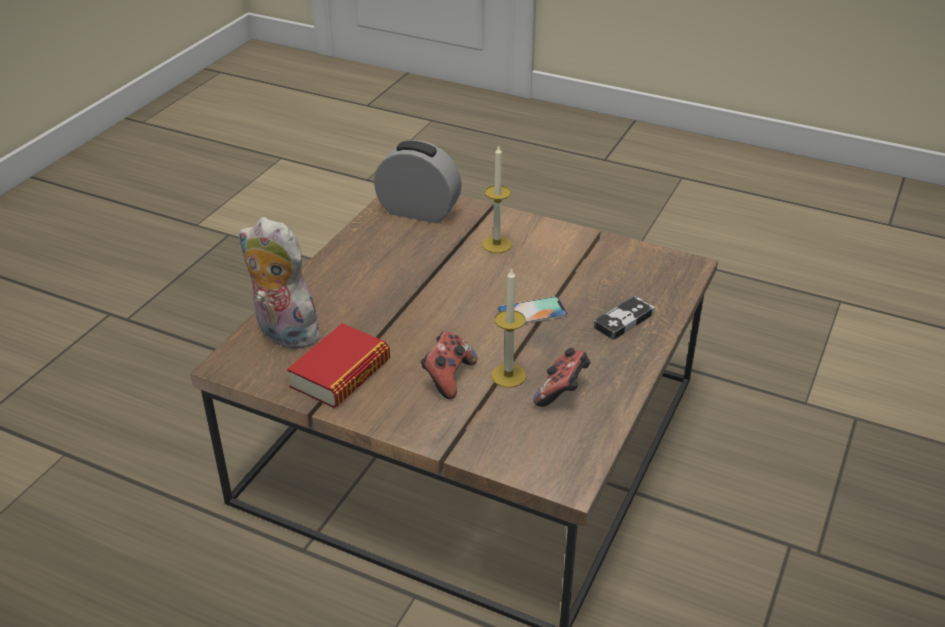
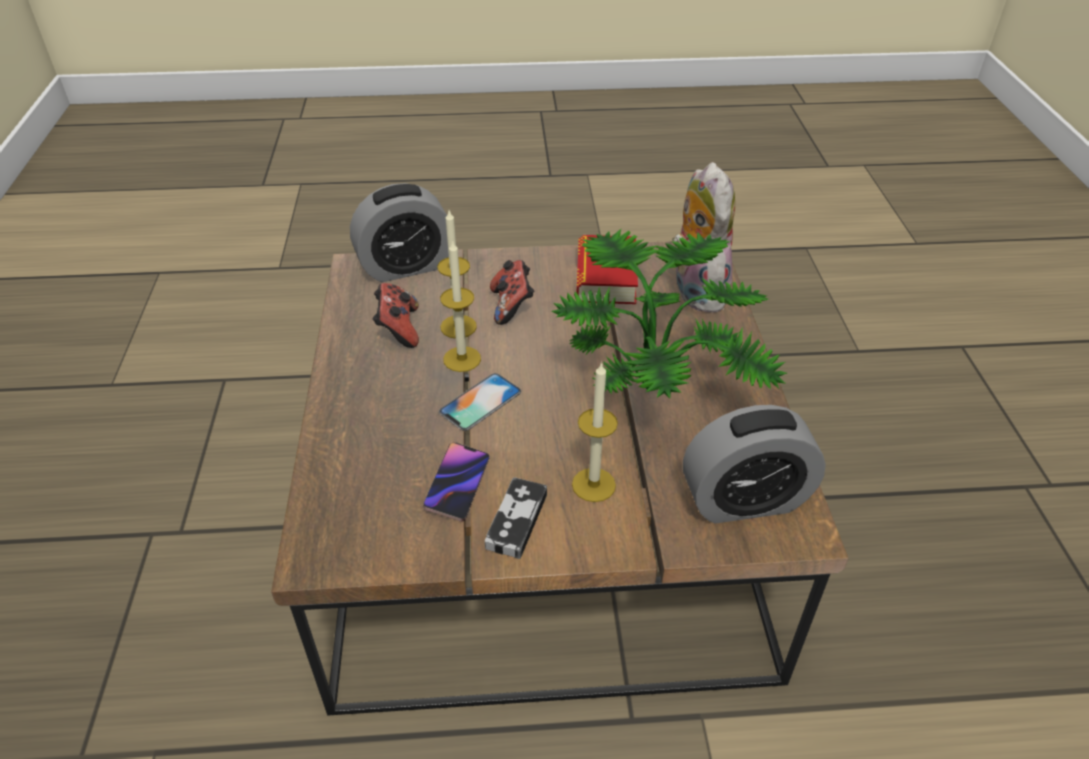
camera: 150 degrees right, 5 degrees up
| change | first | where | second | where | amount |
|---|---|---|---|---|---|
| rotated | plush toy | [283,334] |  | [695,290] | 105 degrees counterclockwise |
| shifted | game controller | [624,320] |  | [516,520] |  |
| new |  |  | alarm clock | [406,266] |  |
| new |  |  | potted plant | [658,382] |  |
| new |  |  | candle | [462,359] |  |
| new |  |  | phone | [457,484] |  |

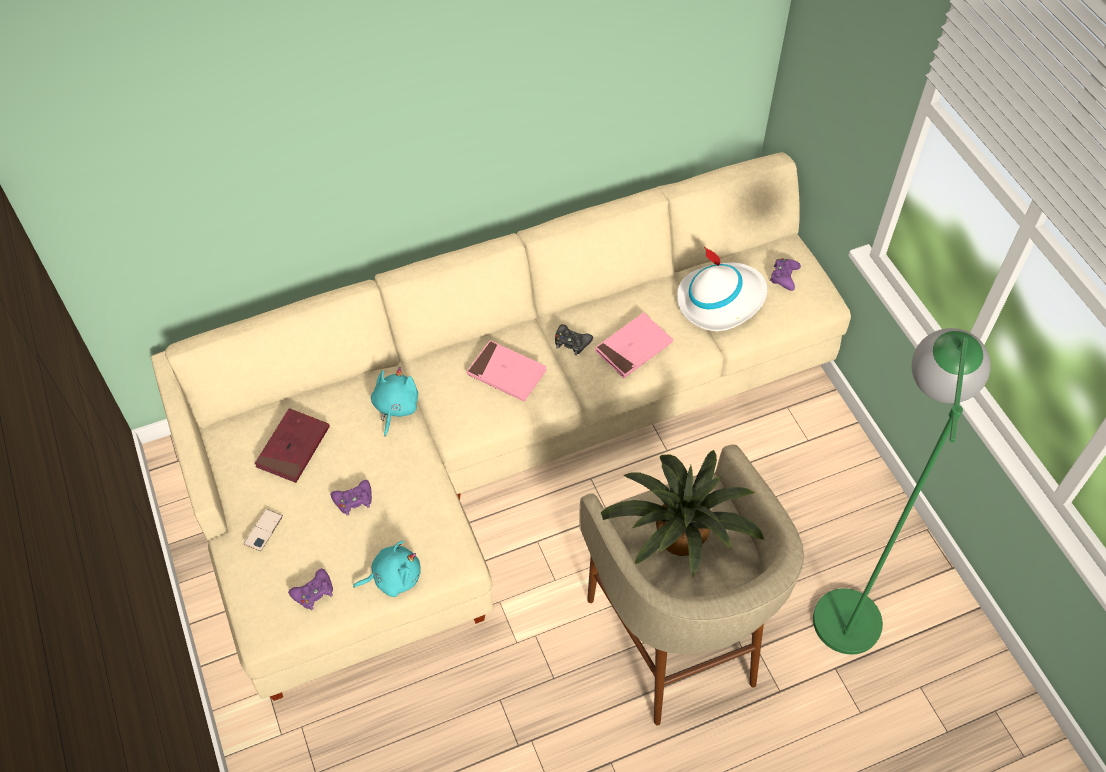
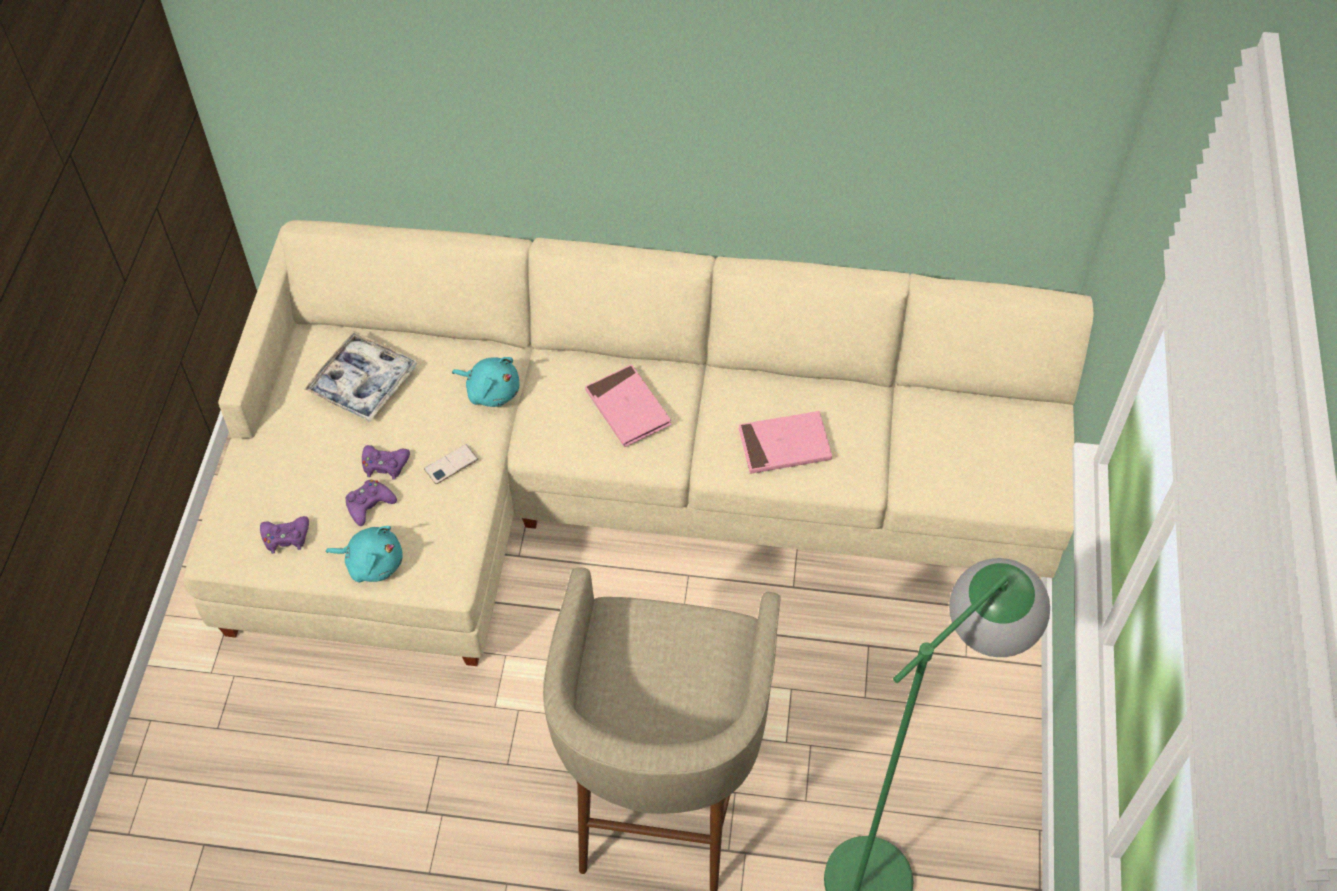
camera: 30 degrees right, 0 degrees up
| change | first | where | second | where | amount |
|---|---|---|---|---|---|
| gone | white hat | [720,300] |  |  |  |
| shifted | purple game controller | [784,277] |  | [369,505] |  |
| gone | black game controller | [571,342] |  |  |  |
| rotated | turquoise plush toy | [395,408] |  | [491,391] | 75 degrees clockwise |
| swapped | red book | [293,447] | tray | [363,383] |  |
| gone | potted plant | [677,539] |  |  |  |
| shifted | phone | [263,530] |  | [451,464] |  |

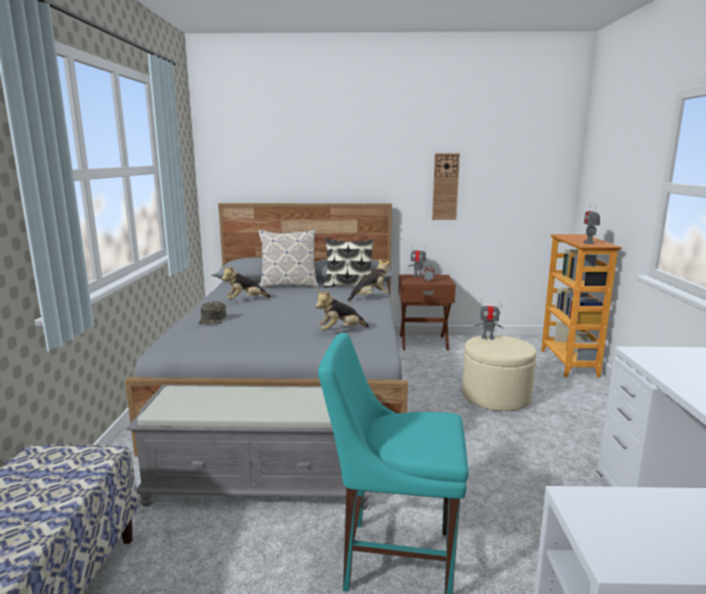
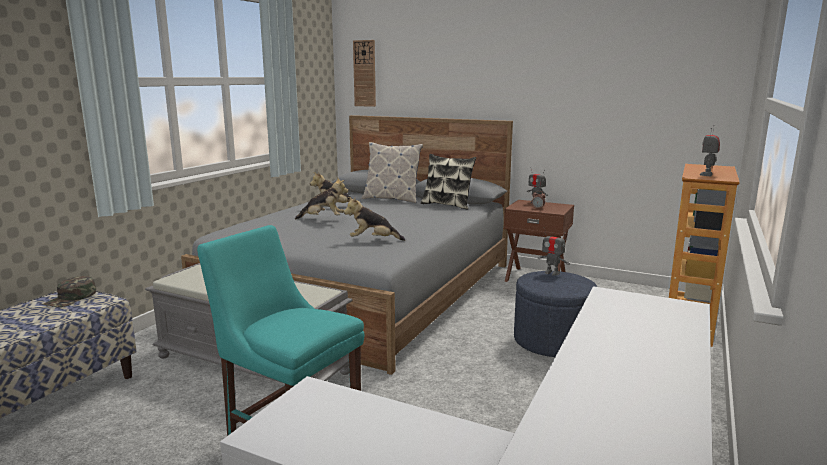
camera: 25 degrees right, 0 degrees up
| change | first | where | second | where | amount |
|---|---|---|---|---|---|
| shifted | wall clock | [445,187] |  | [364,73] |  |
| shifted | plush toy | [370,297] |  | [323,219] |  |
| shifted | green cap | [213,319] |  | [71,298] |  |
| repainted | beige ottoman | [496,397] | blue ottoman | [552,341] |  |

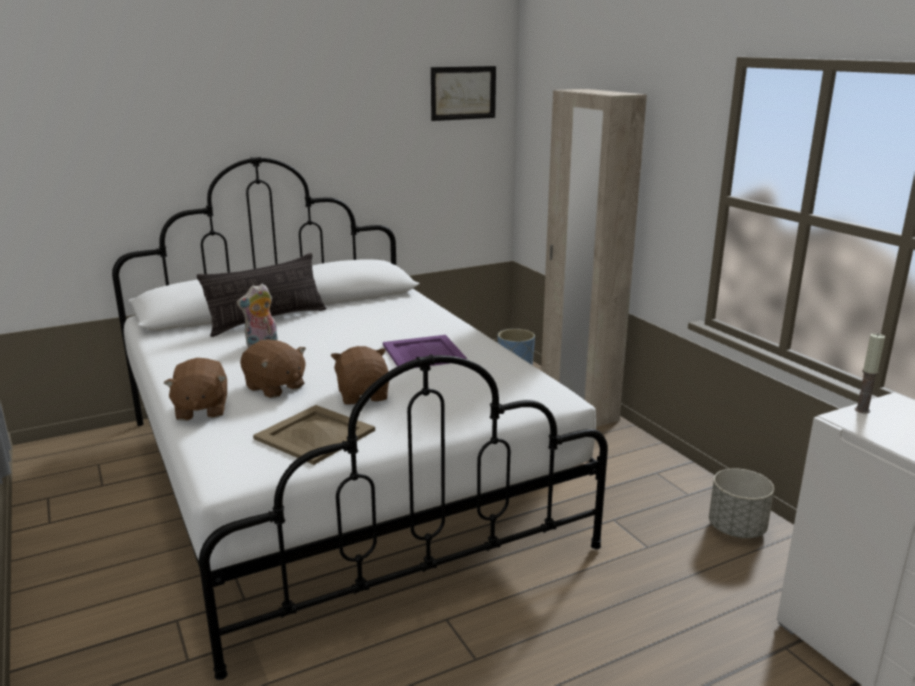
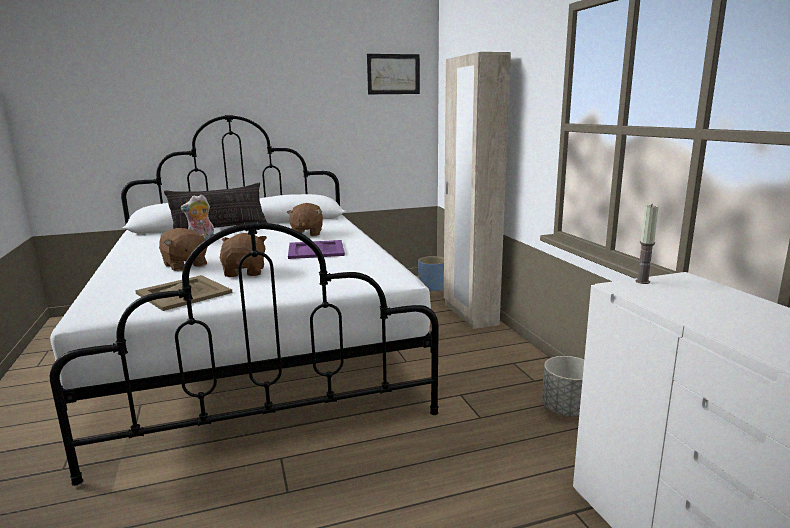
camera: 10 degrees right, 5 degrees down
| change | first | where | second | where | amount |
|---|---|---|---|---|---|
| shifted | brown plush toy | [201,410] |  | [306,233] |  |

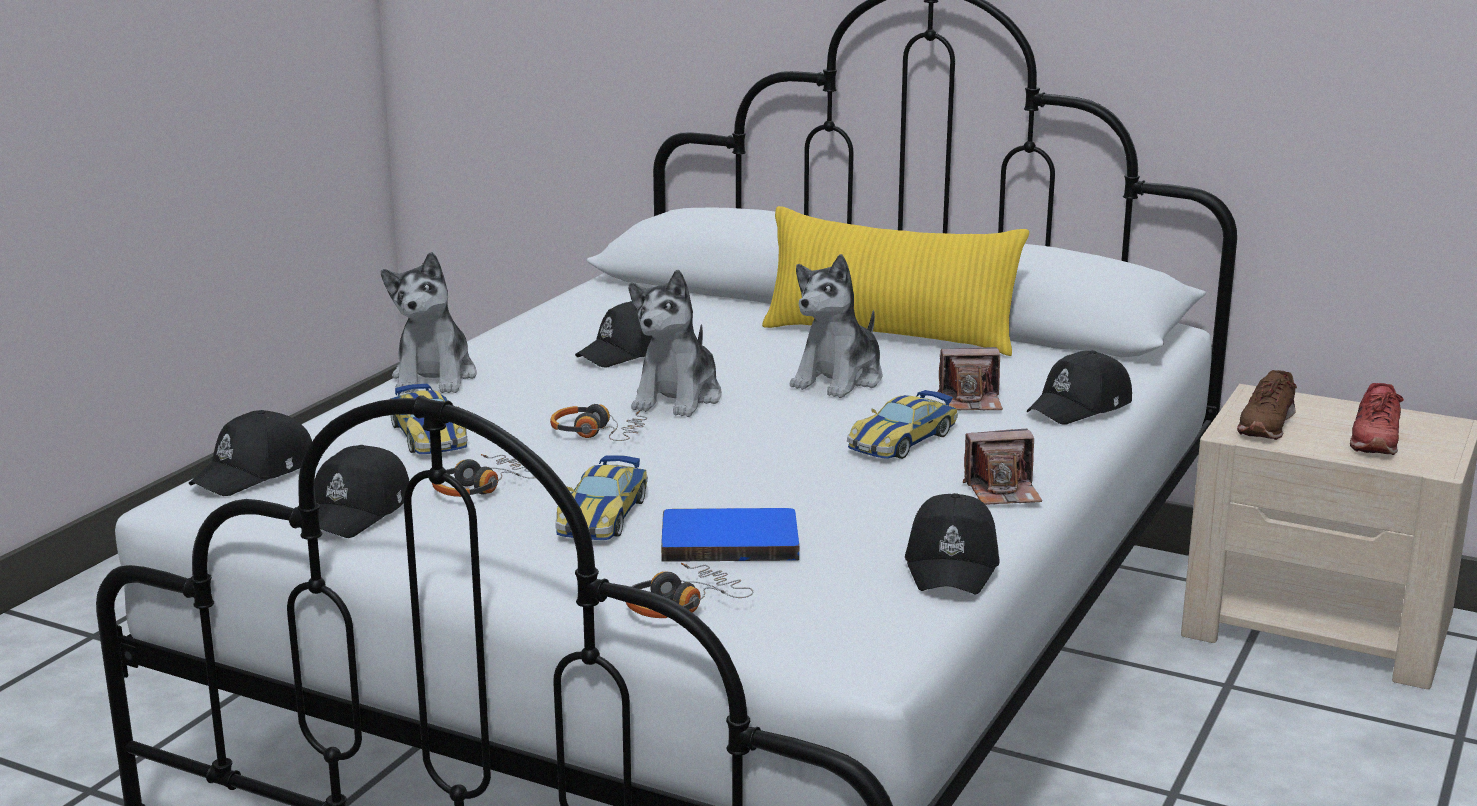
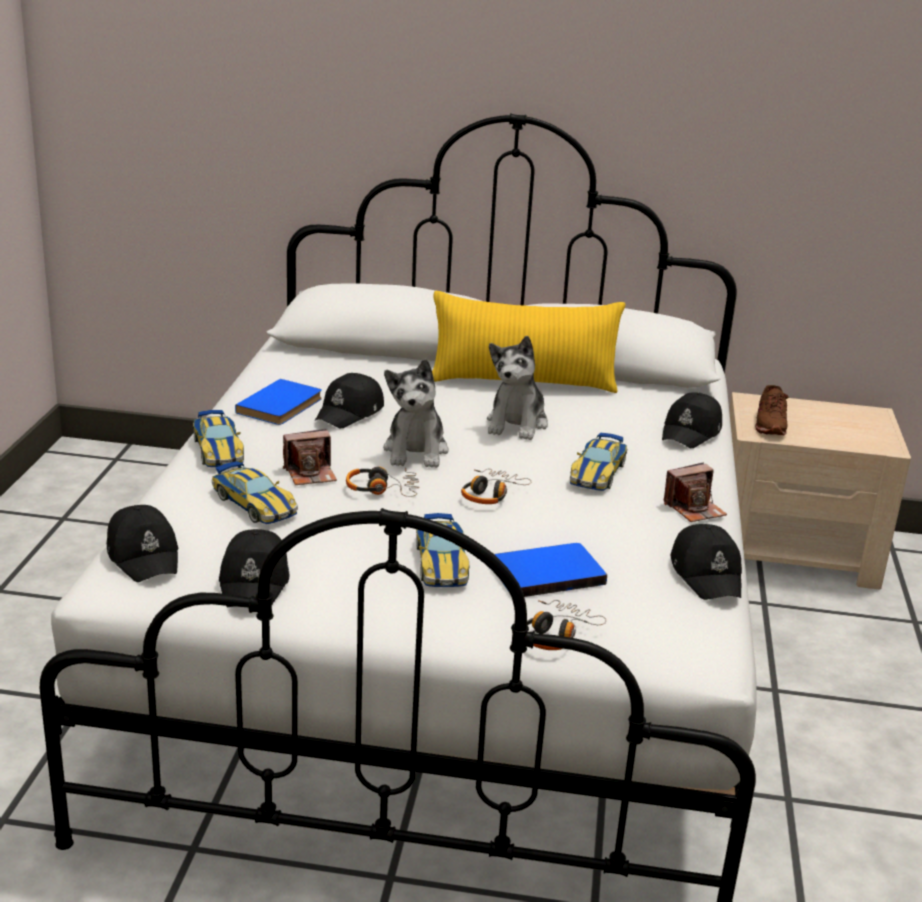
camera: 20 degrees left, 5 degrees up
| change | first | where | second | where | amount |
|---|---|---|---|---|---|
| swapped | plush toy | [434,377] | toy car | [218,449] |  |
| shifted | photo camera | [971,401] |  | [310,474] |  |
| gone | red shoe | [1374,439] |  |  |  |
| rotated | black cap | [256,472] |  | [144,555] | 45 degrees counterclockwise |
| shifted | headphones | [483,487] |  | [490,494] |  |
| new |  |  | blue book | [282,406] |  |

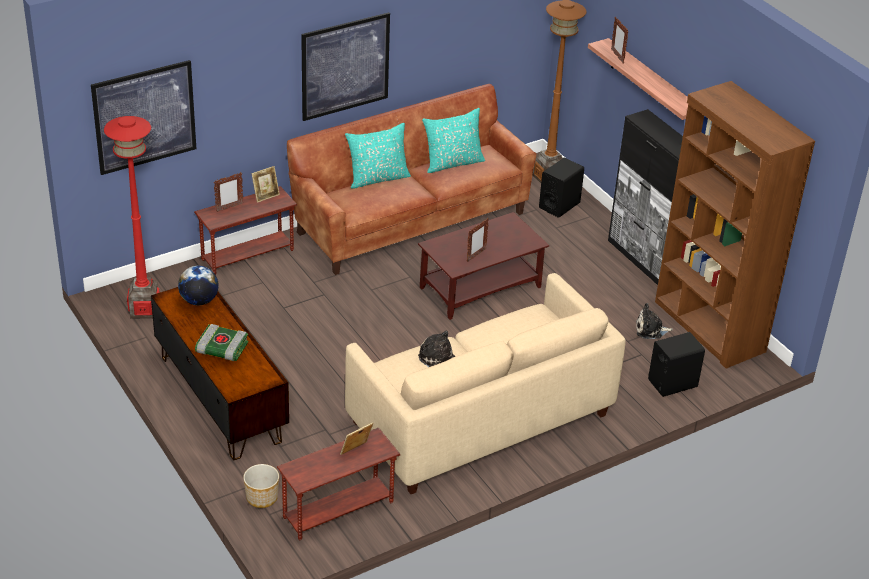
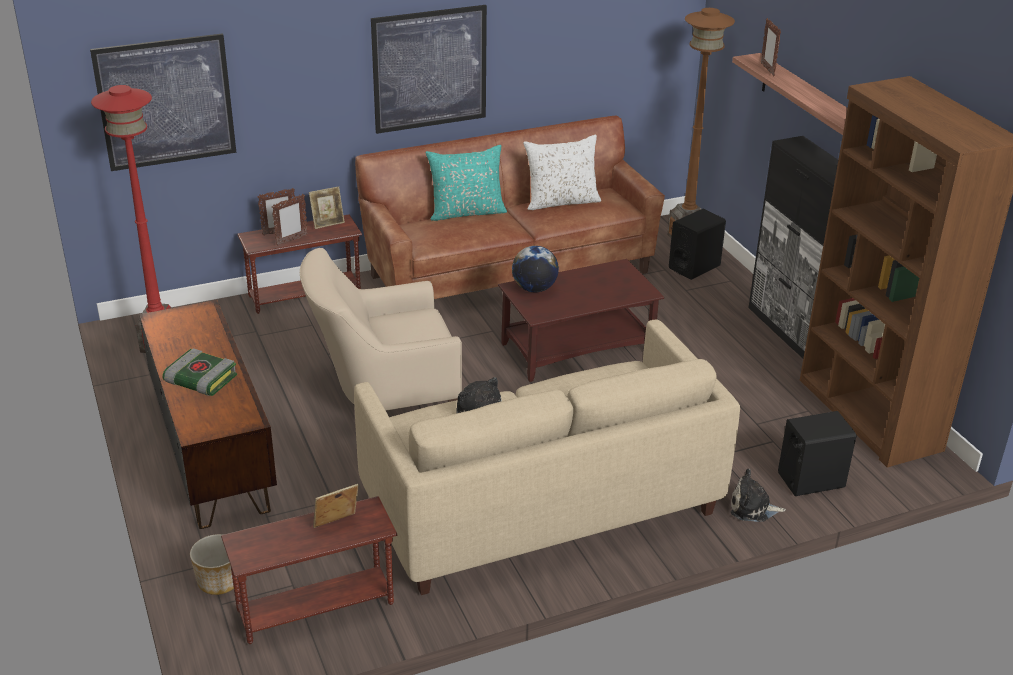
camera: 10 degrees right, 5 degrees down
| change | first | where | second | where | amount |
|---|---|---|---|---|---|
| repainted | turquoise pillow | [452,163] | white pillow | [561,202] |  |
| shifted | picture frame | [476,255] |  | [291,240] |  |
| shifted | globe | [199,301] |  | [534,289] |  |
| shifted | plush toy | [650,330] |  | [753,508] |  |
| new |  |  | beige armchair | [383,395] |  |

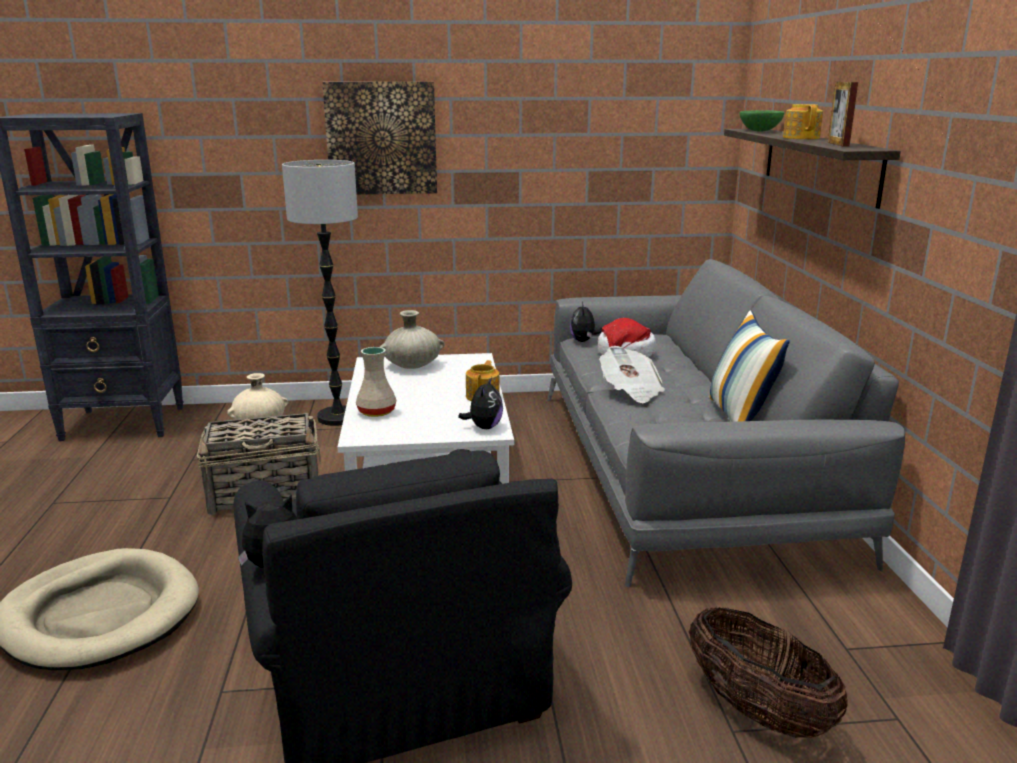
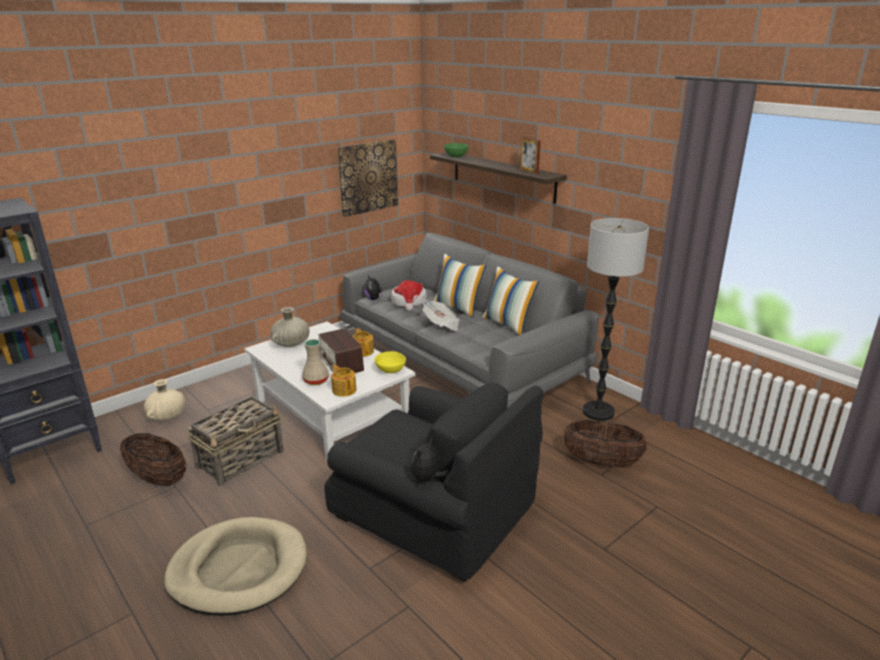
camera: 35 degrees left, 5 degrees up
| change | first | where | second | where | amount |
|---|---|---|---|---|---|
| shifted | picture | [381,138] |  | [368,177] |  |
| shifted | teapot | [801,138] |  | [344,390] |  |
| shifted | floor lamp | [338,417] |  | [598,412] |  |
| swapped | plush toy | [484,427] | yellow bowl | [390,370] |  |
| new |  |  | pillow | [458,308] |  |
| new |  |  | radio | [341,364] |  |
| new |  |  | basket | [158,478] |  |

